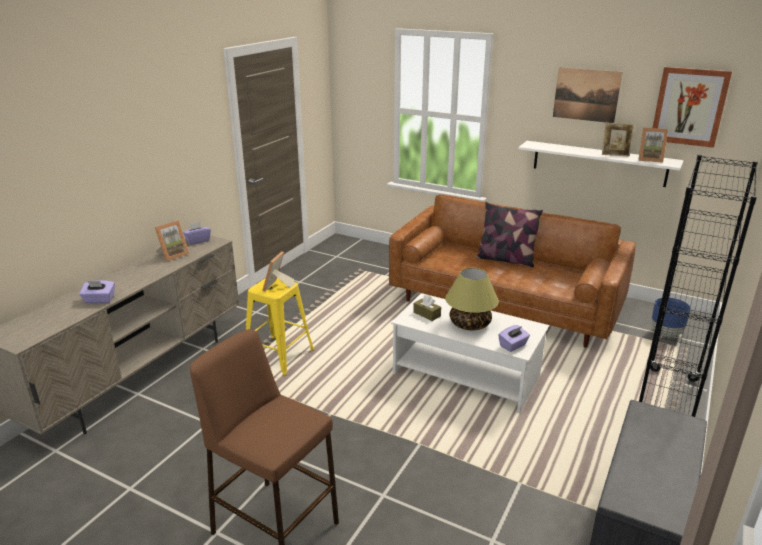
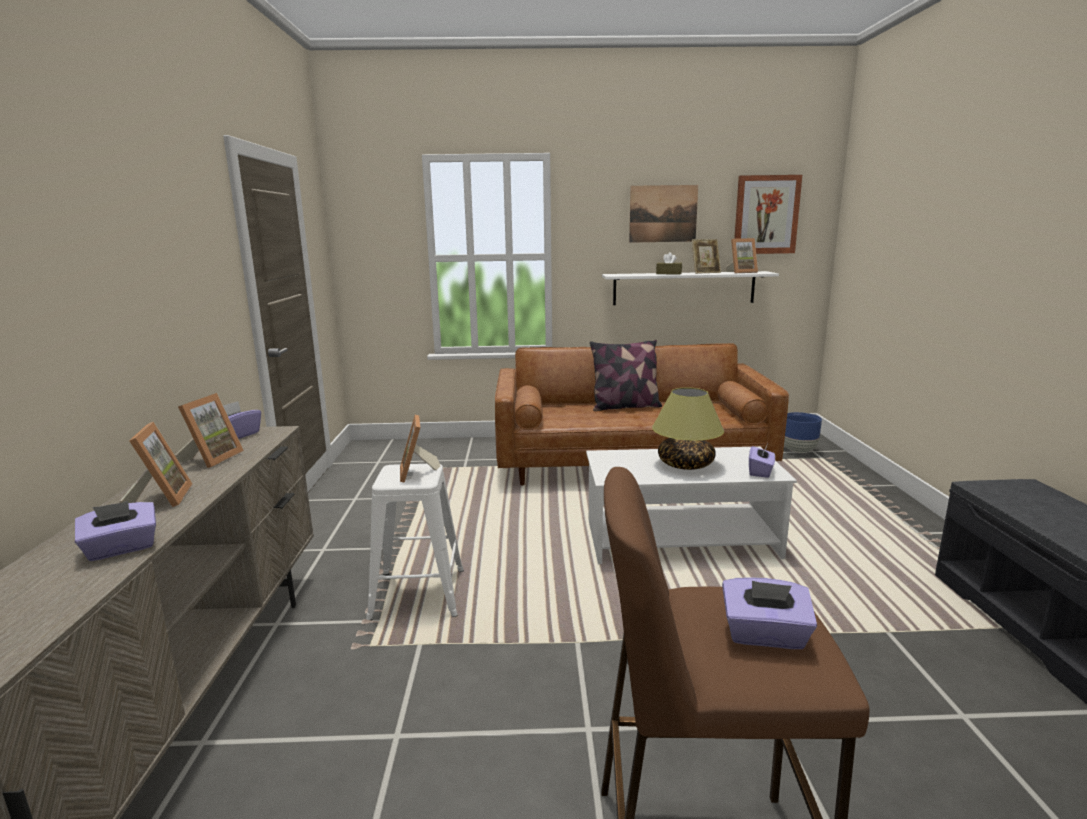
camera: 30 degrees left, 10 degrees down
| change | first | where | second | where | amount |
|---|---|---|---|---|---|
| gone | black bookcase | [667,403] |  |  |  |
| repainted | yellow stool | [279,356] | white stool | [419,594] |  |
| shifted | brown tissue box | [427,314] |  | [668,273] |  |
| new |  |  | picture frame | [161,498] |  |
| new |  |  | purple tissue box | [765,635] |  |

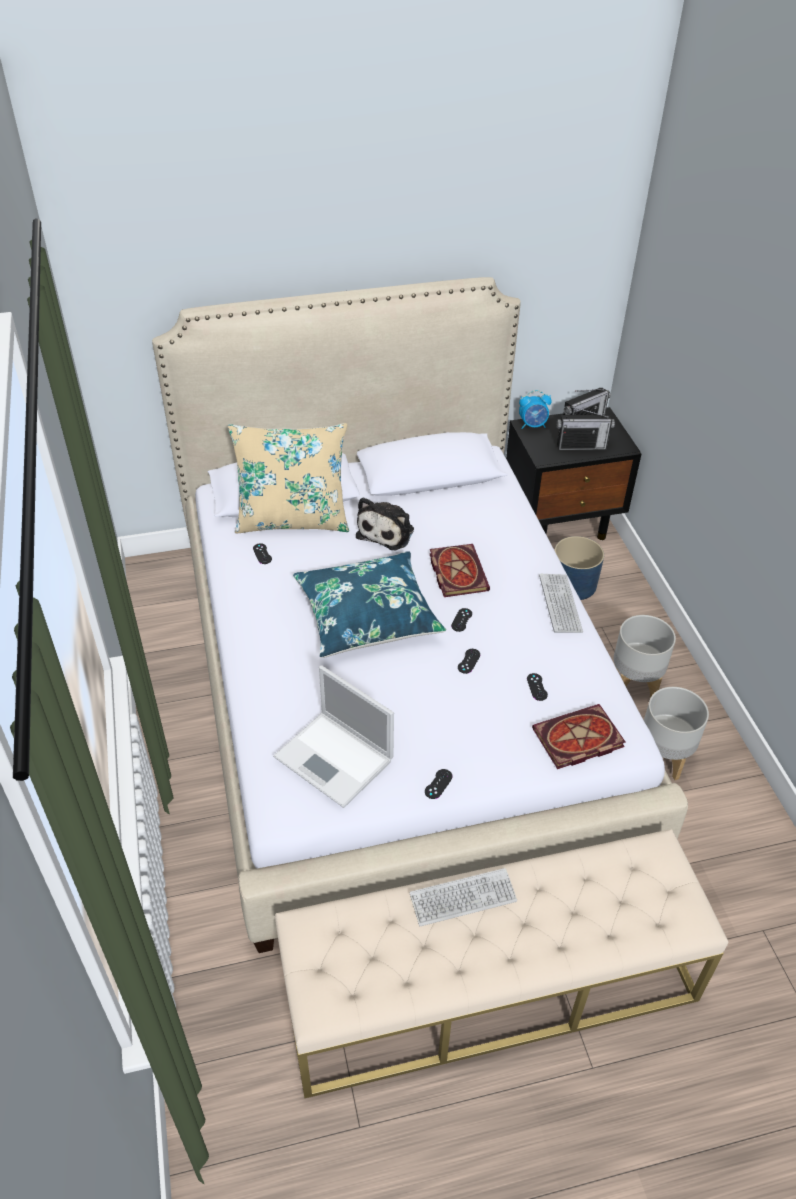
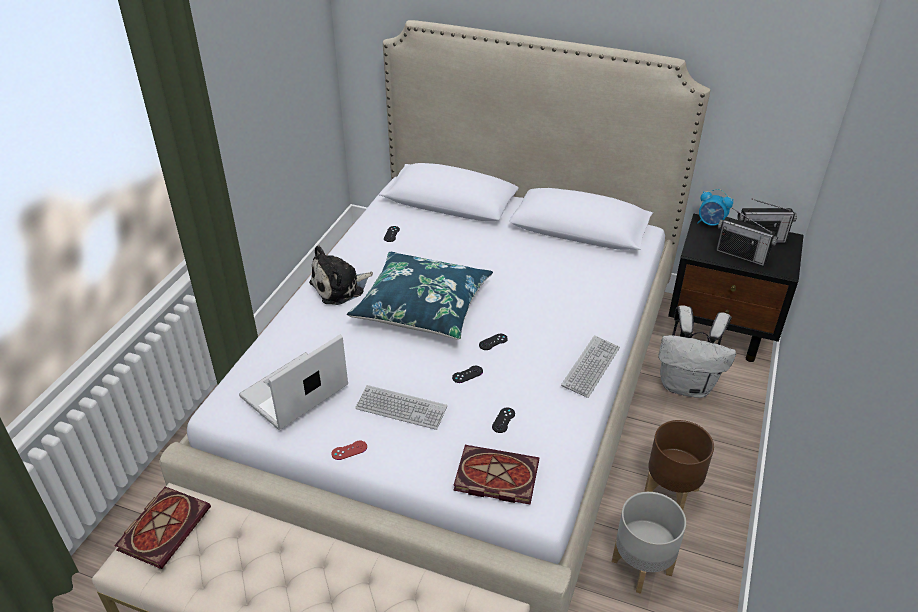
camera: 35 degrees right, 5 degrees down
| change | first | where | second | where | amount |
|---|---|---|---|---|---|
| gone | beige pillow | [293,520] |  |  |  |
| shifted | plush toy | [387,531] |  | [340,287] |  |
| swapped | blue planter | [573,584] | white backpack | [687,385] |  |
| shifted | book | [456,571] |  | [164,527] |  |
| repainted | grey planter | [635,683] | brown planter | [671,492] |  |
| rotated | laptop | [335,759] |  | [293,393] | 60 degrees clockwise |
| repainted | black game controller | [438,784] | red game controller | [349,450] |  |
| shifted | keyboard | [463,898] |  | [401,408] |  |

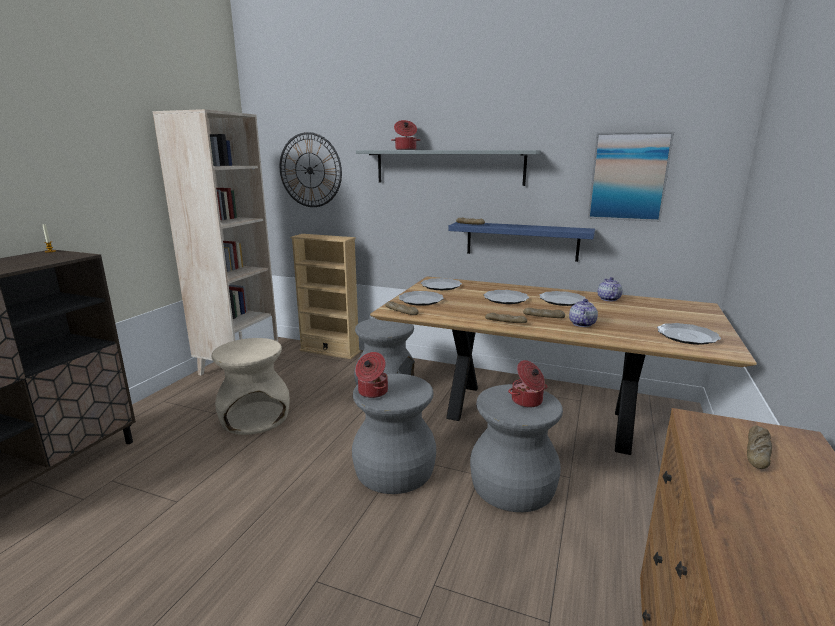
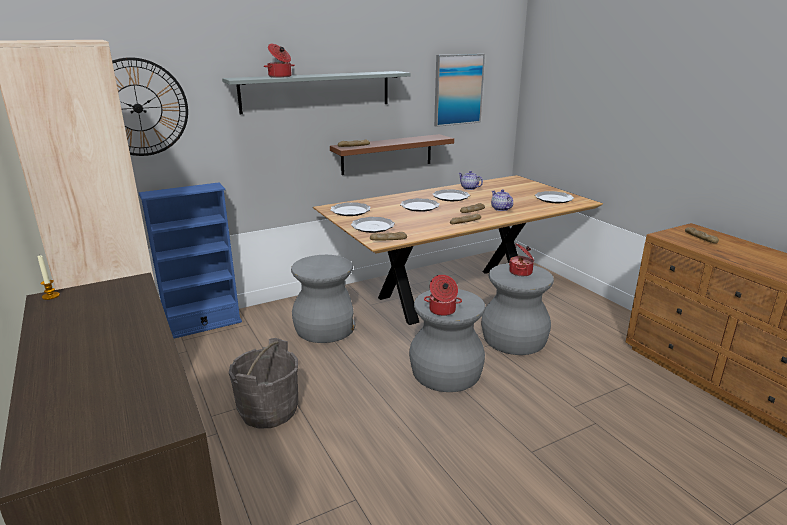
camera: 50 degrees left, 5 degrees up
| change | first | where | second | where | amount |
|---|---|---|---|---|---|
| repainted | blue shelf | [521,241] | brown shelf | [387,154] |  |
| repainted | beige bookcase | [330,351] | blue bookcase | [203,325] |  |
| swapped | beige stool | [255,417] | grey bucket | [268,410] |  |

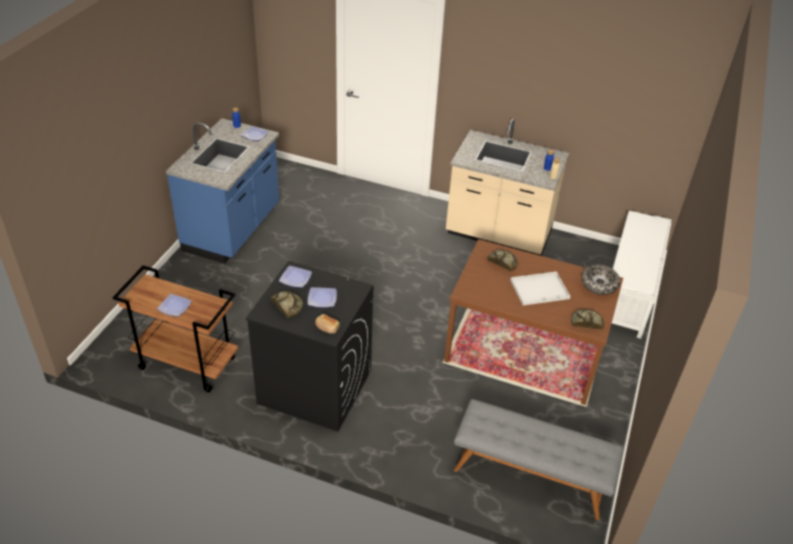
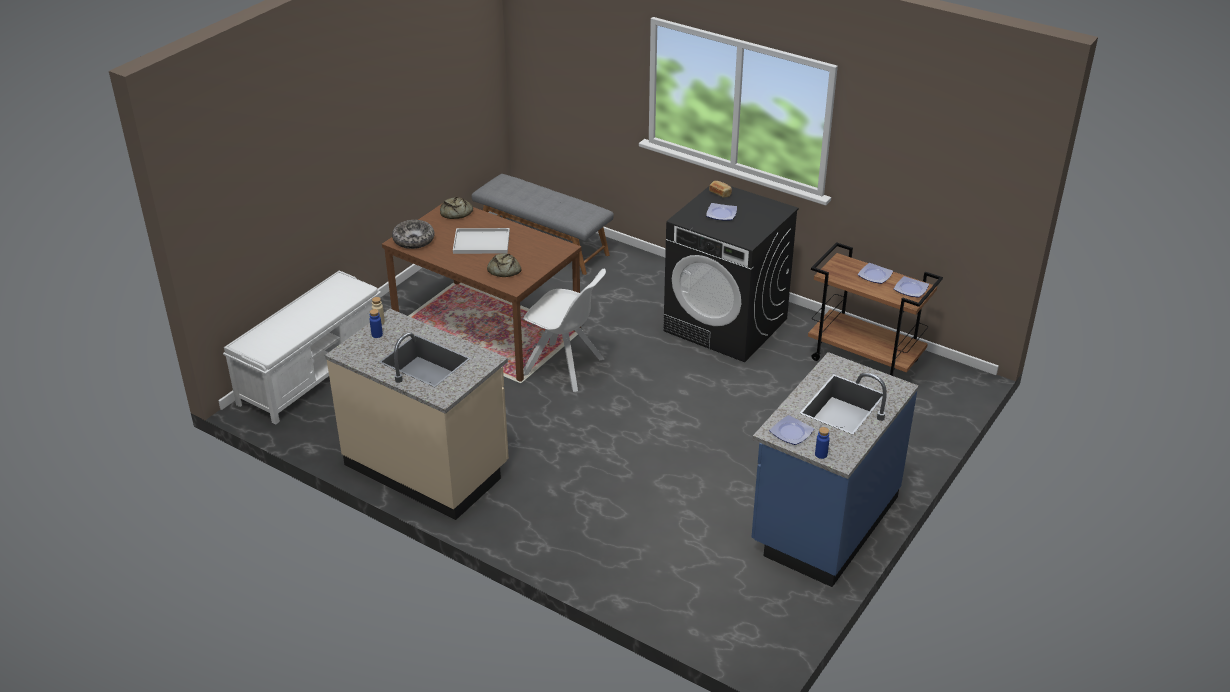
camera: 165 degrees left, 5 degrees down
| change | first | where | second | where | amount |
|---|---|---|---|---|---|
| shifted | plate | [296,278] |  | [910,289] |  |
| gone | bread | [287,305] |  |  |  |
| new |  |  | white chair | [565,367] |  |

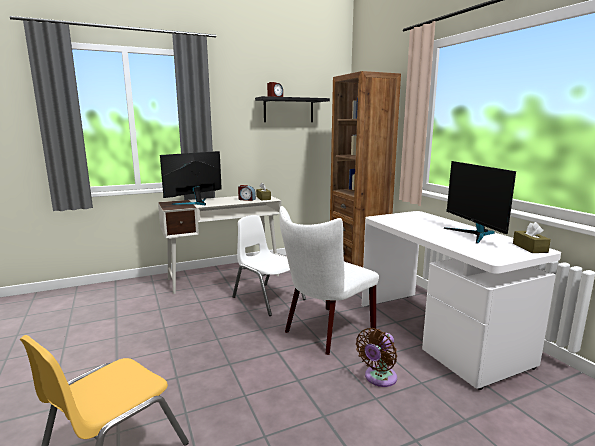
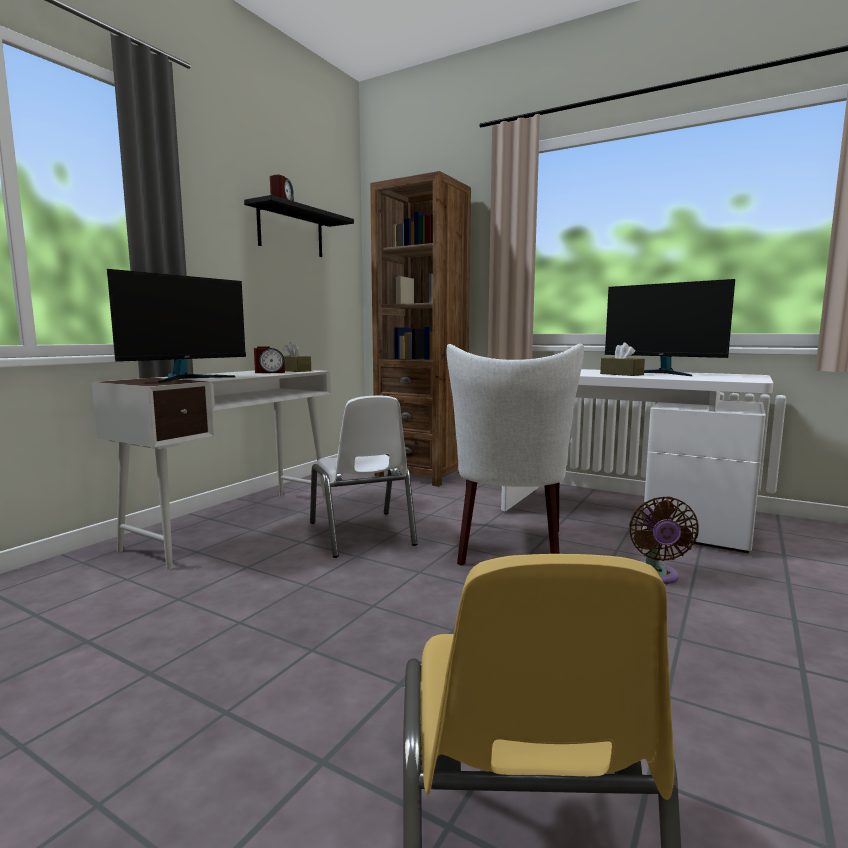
camera: 35 degrees left, 5 degrees down
| change | first | where | second | where | amount |
|---|---|---|---|---|---|
| rotated | monitor | [195,203] |  | [186,378] | 150 degrees counterclockwise |
| rotated | white chair | [268,298] |  | [361,534] | 120 degrees counterclockwise |
| shifted | brown tissue box | [529,248] |  | [621,374] |  |

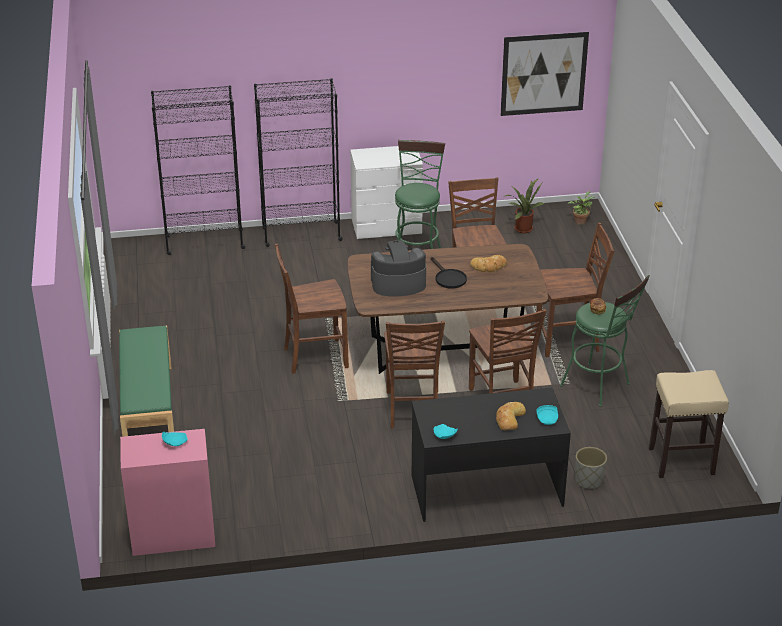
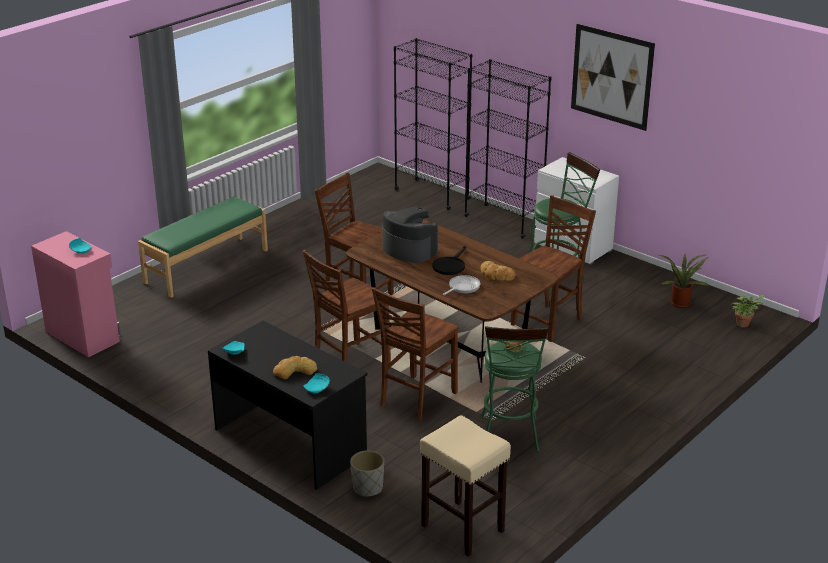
camera: 50 degrees right, 5 degrees down
| change | first | where | second | where | amount |
|---|---|---|---|---|---|
| shifted | picture | [544,74] |  | [611,76] |  |
| gone | brown chair | [568,341] |  |  |  |
| new |  |  | frying pan | [462,287] |  |

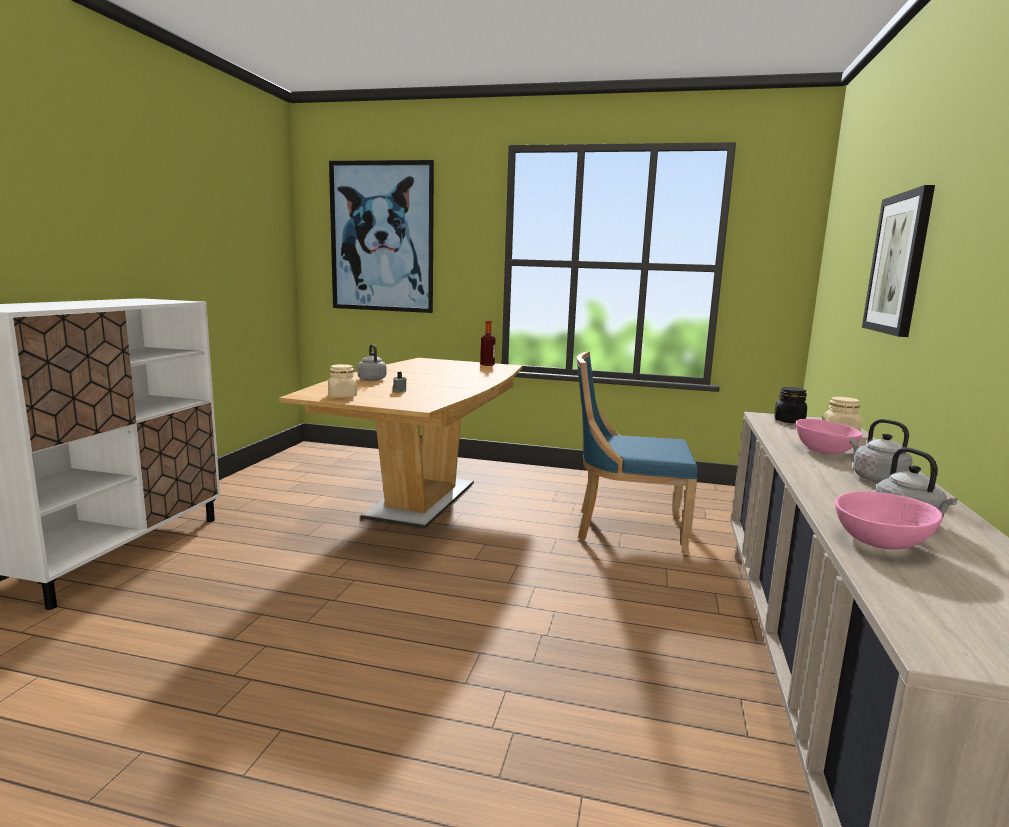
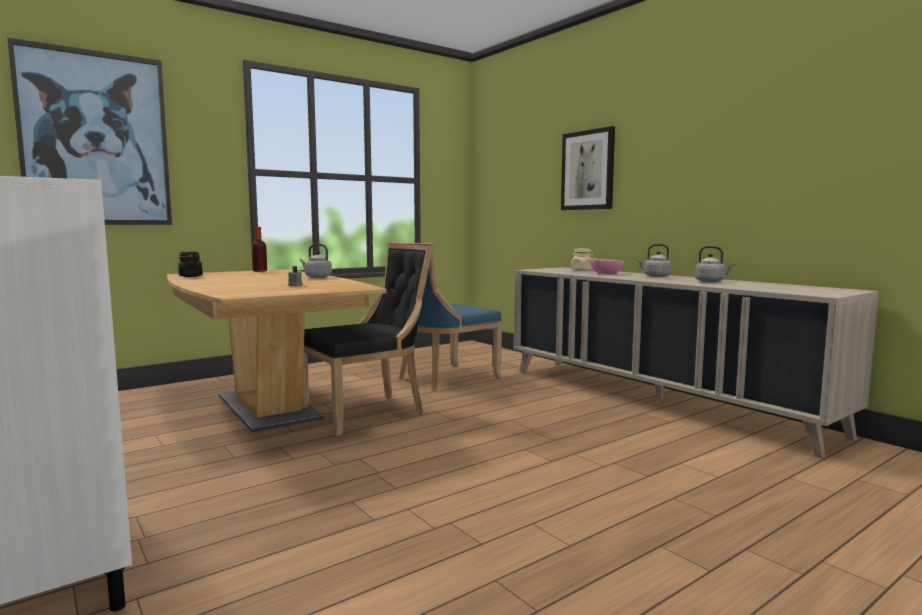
camera: 50 degrees left, 5 degrees down
| change | first | where | second | where | amount |
|---|---|---|---|---|---|
| shifted | grey kettle | [371,379] |  | [316,277] |  |
| gone | beige jar | [342,396] |  |  |  |
| shifted | black jar | [789,421] |  | [190,276] |  |
| gone | pink bowl | [881,542] |  |  |  |
| new |  |  | black chair | [368,412] |  |

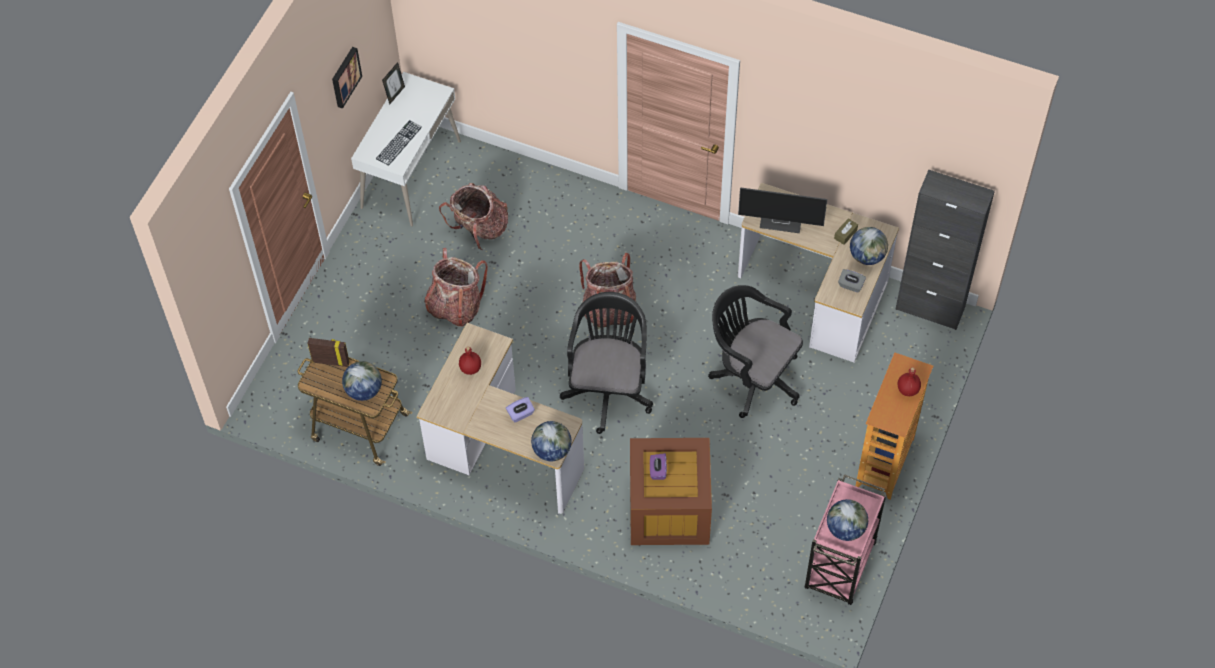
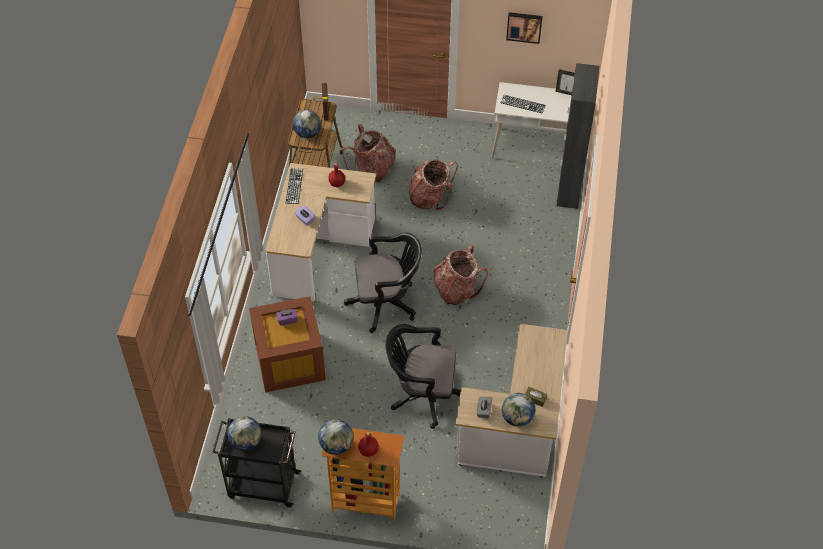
camera: 75 degrees right, 5 degrees down
| change | first | where | second | where | amount |
|---|---|---|---|---|---|
| shifted | black cabinet | [930,308] |  | [569,189] |  |
| shifted | backpack | [479,229] |  | [372,169] |  |
| gone | monitor | [782,220] |  |  |  |
| rotated | black office chair | [752,376] |  | [422,394] | 105 degrees counterclockwise |
| shifted | globe | [552,450] |  | [336,445] |  |
| repainted | pink cart | [839,567] | black cart | [262,485] |  |
| new |  |  | keyboard | [294,186] |  |

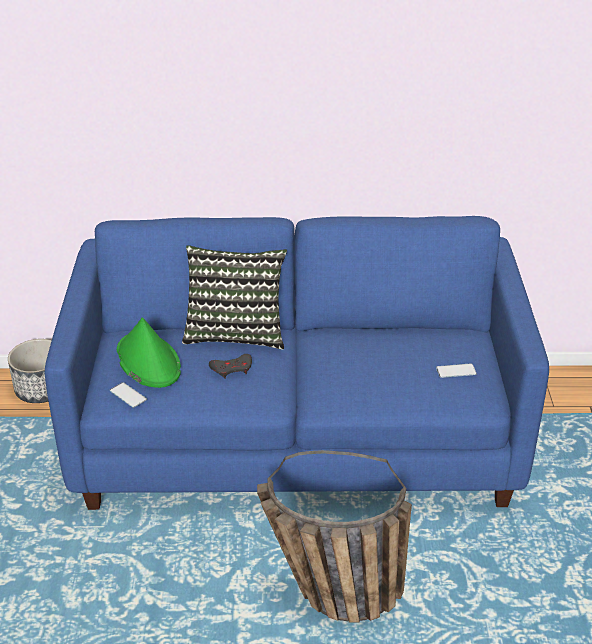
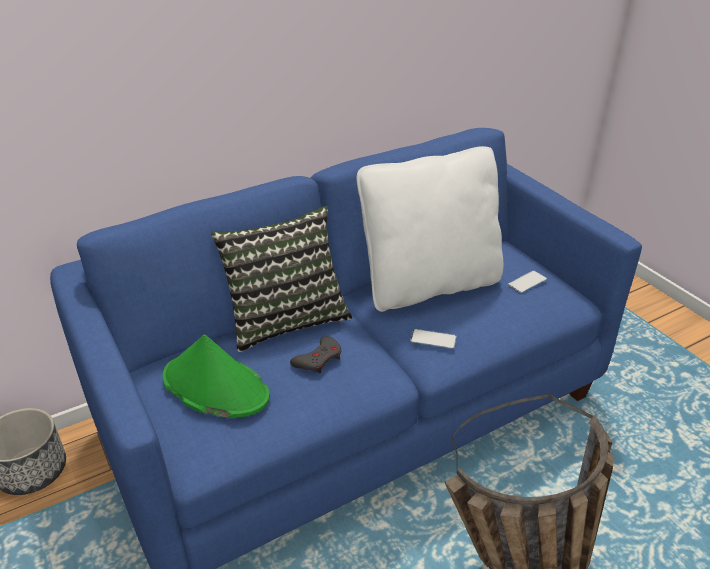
camera: 30 degrees left, 0 degrees up
| change | first | where | second | where | amount |
|---|---|---|---|---|---|
| shifted | phone | [128,395] |  | [433,339] |  |
| new |  |  | white pillow | [429,285] |  |

